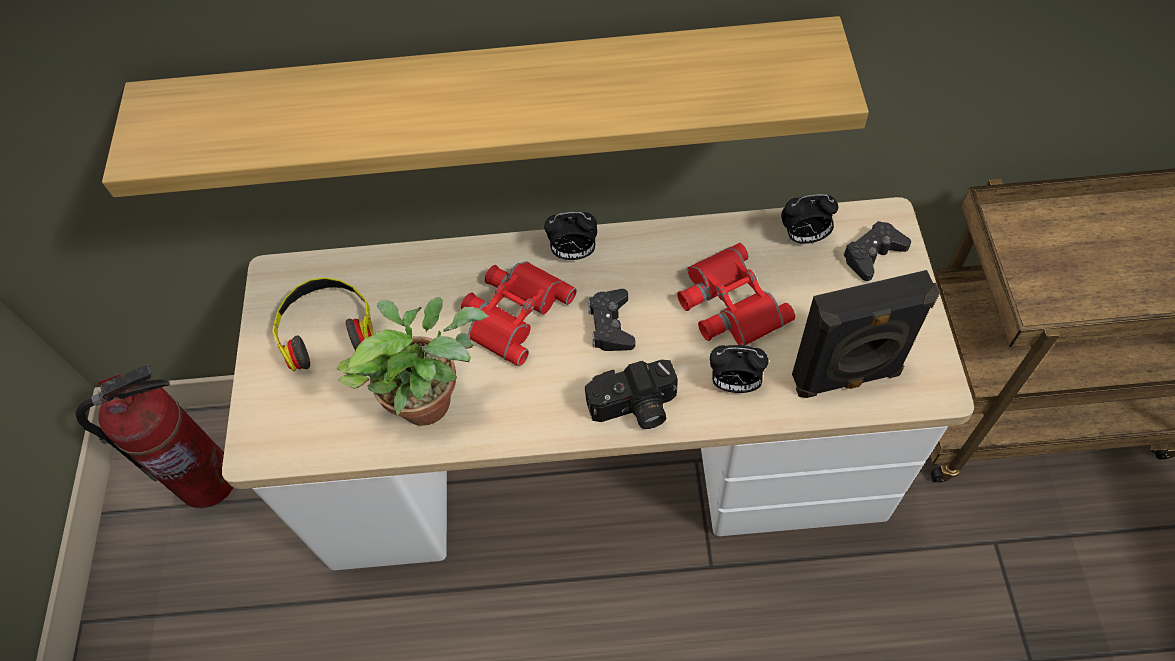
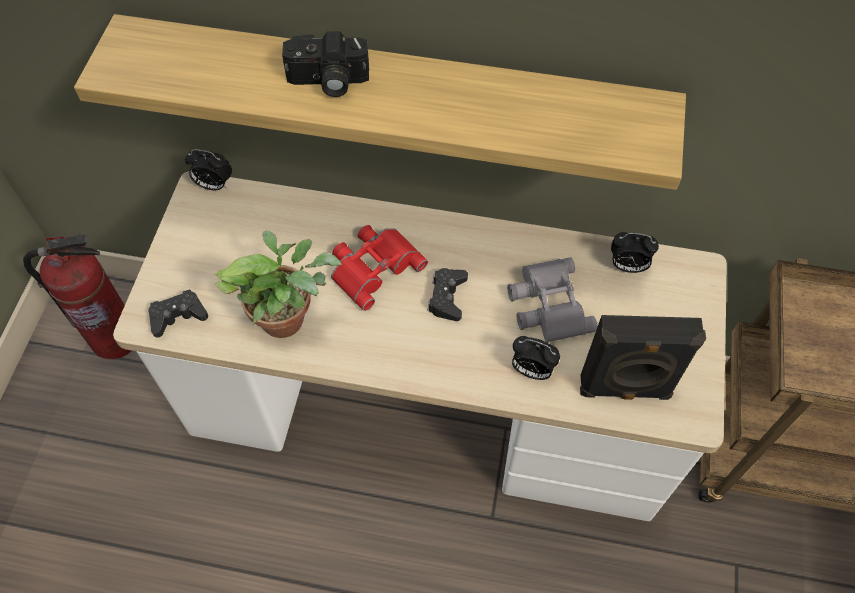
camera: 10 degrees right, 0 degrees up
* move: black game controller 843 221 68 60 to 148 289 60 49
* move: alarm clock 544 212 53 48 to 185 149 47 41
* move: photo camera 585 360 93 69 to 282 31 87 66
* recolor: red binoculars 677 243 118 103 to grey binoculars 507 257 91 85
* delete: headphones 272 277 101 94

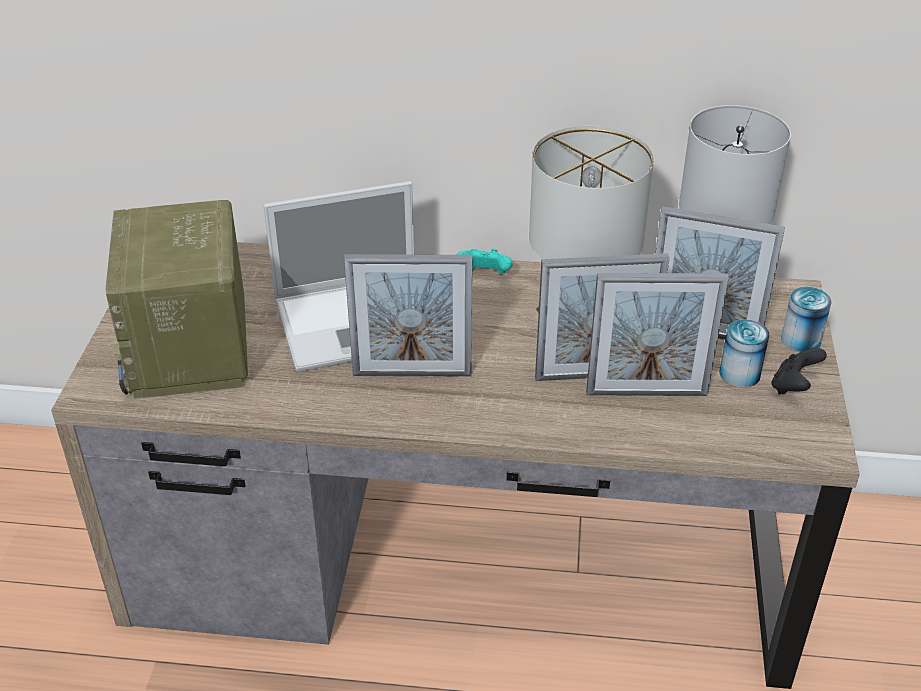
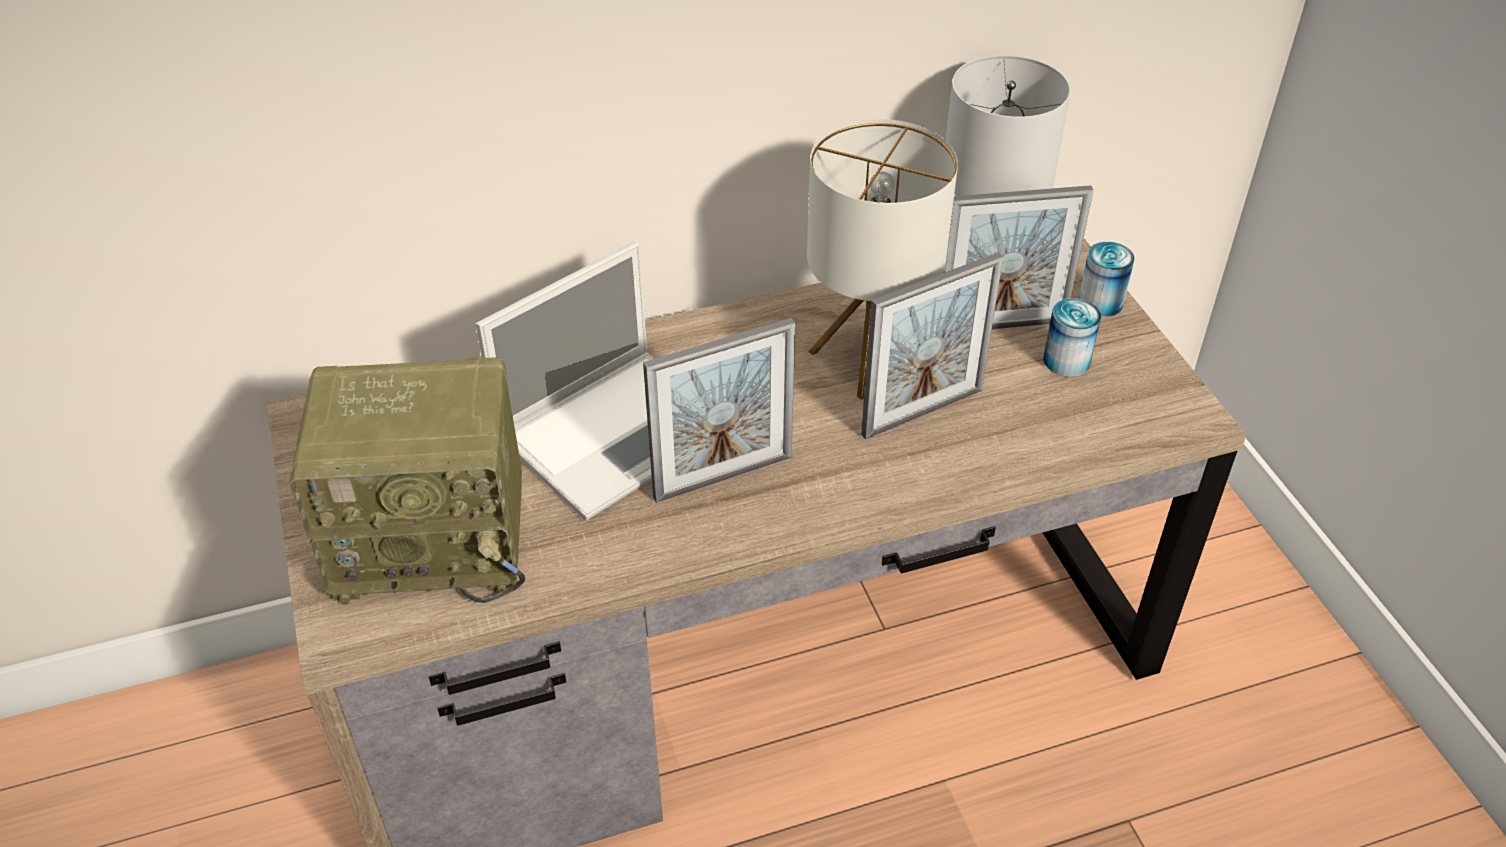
camera: 25 degrees left, 5 degrees up
* rotate: radio 105 200 143 199 = 289 357 236 247 60 degrees counterclockwise
* delete: turquoise game controller 456 249 57 25
* delete: picture frame 586 273 143 123
* delete: black game controller 771 348 56 46

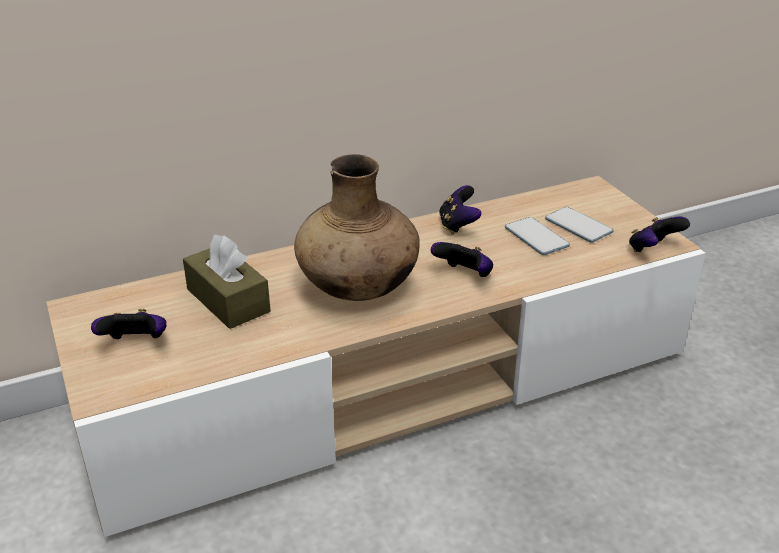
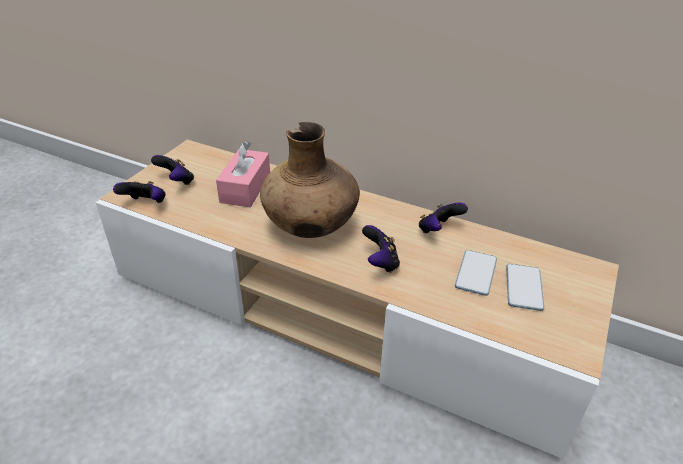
camera: 50 degrees right, 5 degrees up
* move: game controller 629 217 61 35 to 113 181 53 22
* recolor: brown tissue box 183 235 88 94 to pink tissue box 216 141 54 66

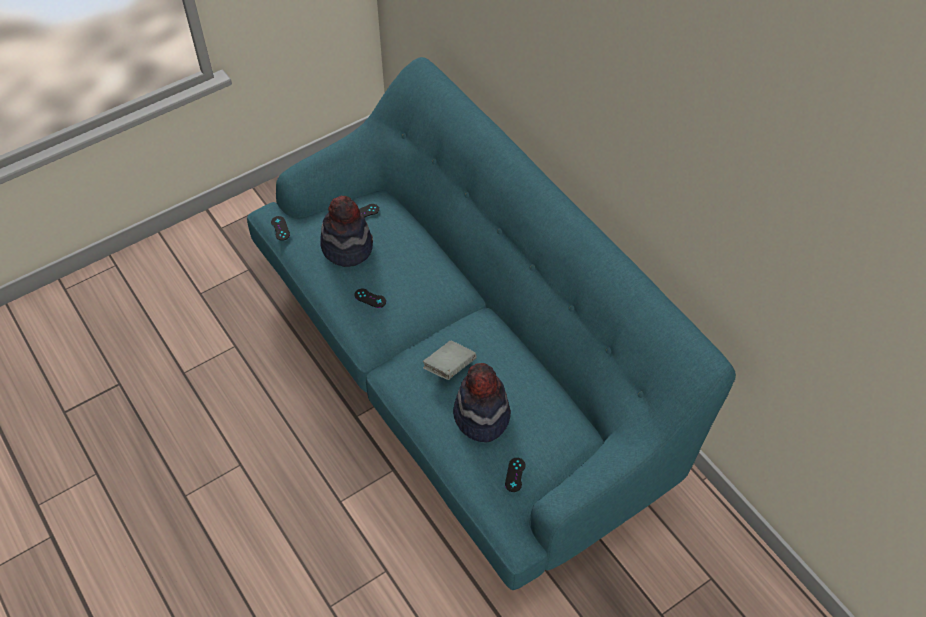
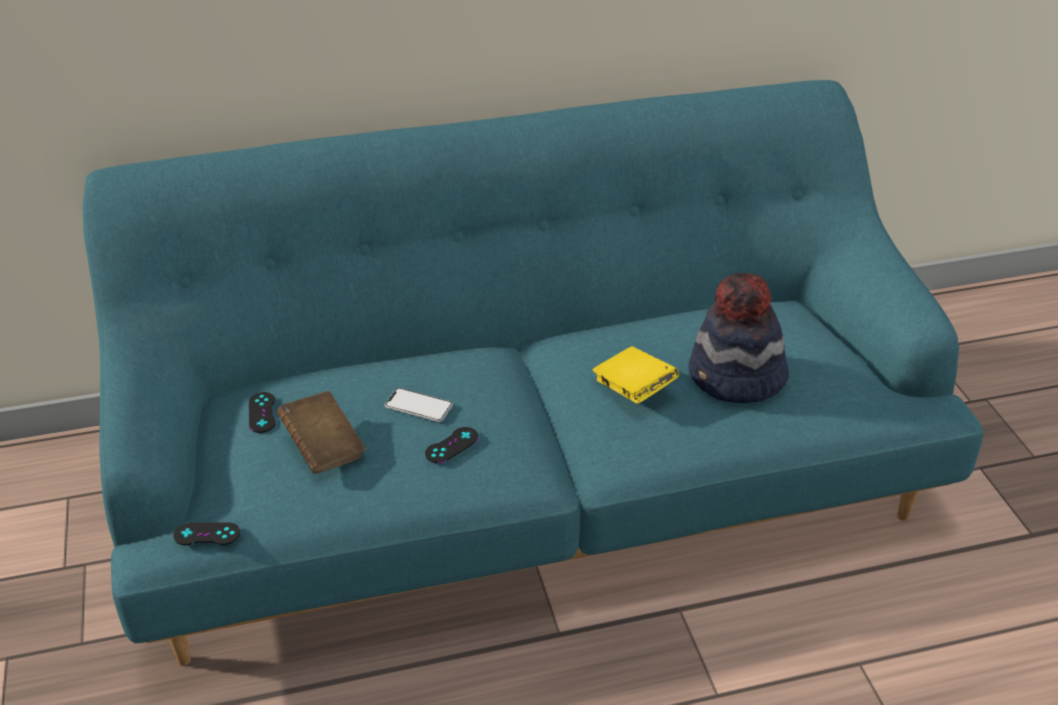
camera: 70 degrees left, 15 degrees down
* replace: hat 320 196 53 71 to brown book 277 391 89 83
* insert: phone 385 388 68 34
* recolor: grey book 423 341 54 39 to yellow book 592 347 87 57
* delete: black game controller 505 458 21 34

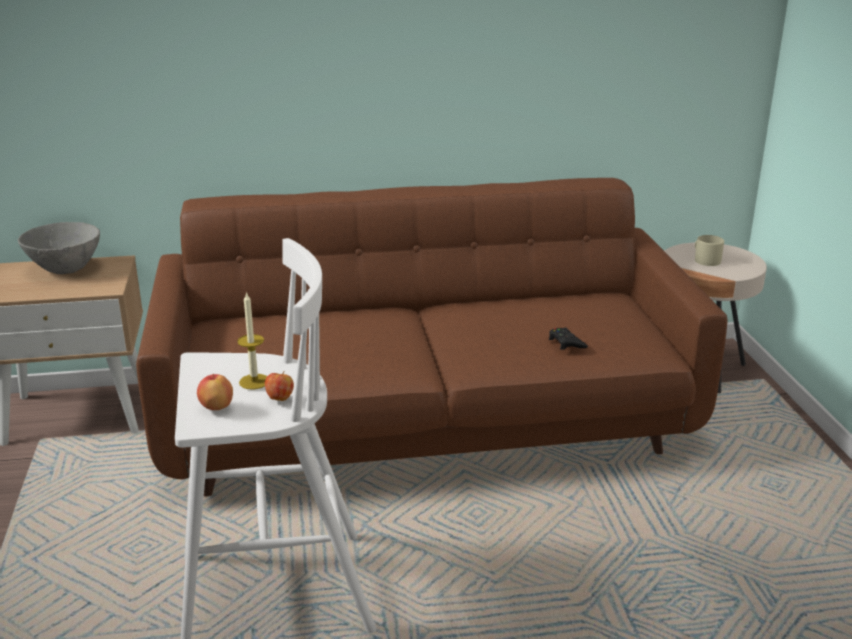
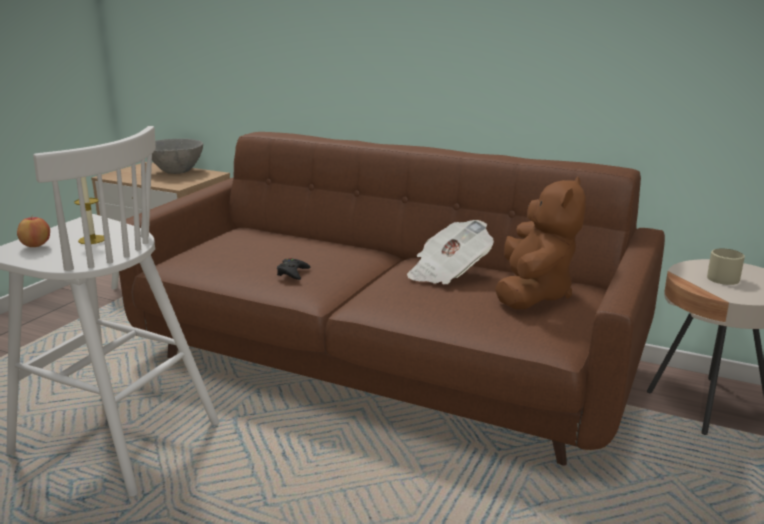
camera: 35 degrees right, 5 degrees down
* move: black game controller 549 328 39 22 to 277 258 33 22
* insert: newspaper 407 220 87 65
* insert: brown plush toy 495 176 91 133
* delete: apple 265 371 29 30

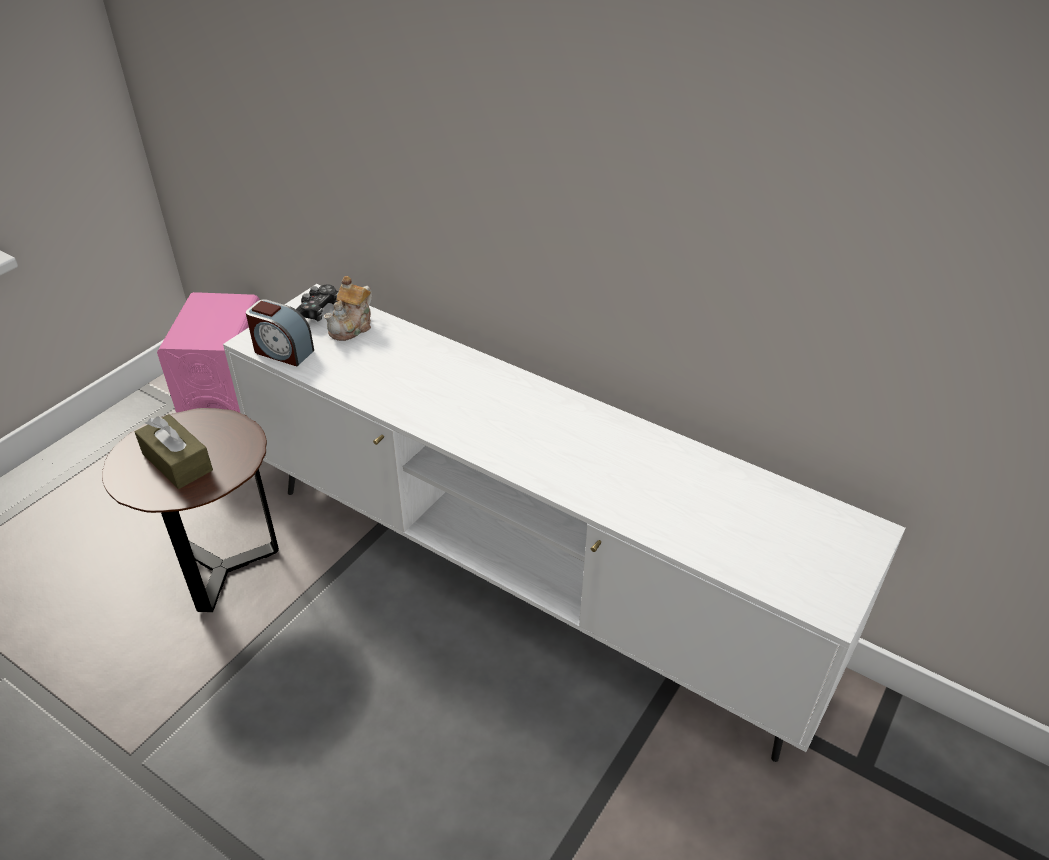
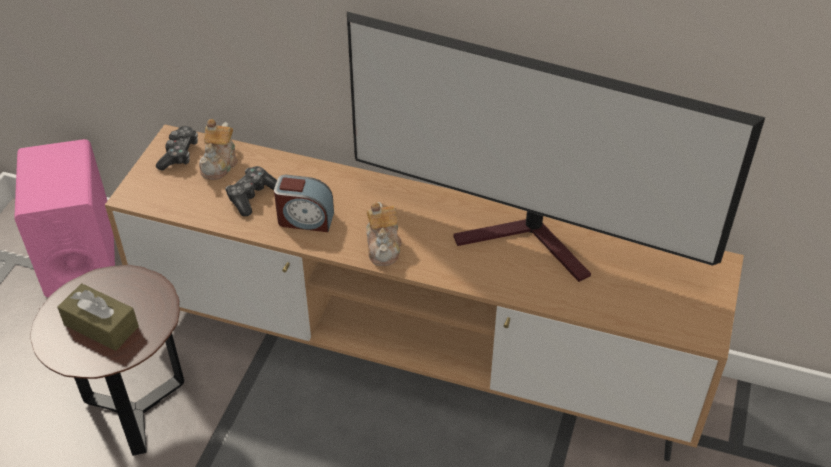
camera: 15 degrees left, 5 degrees up
* recolor: white tv stand 223 284 683 478 to brown tv stand 105 124 639 337
* insert: game controller 225 166 52 50
* move: alarm clock 246 299 68 67 to 274 175 60 57
* insert: television 347 12 418 270
* insert: teapot 366 202 36 64

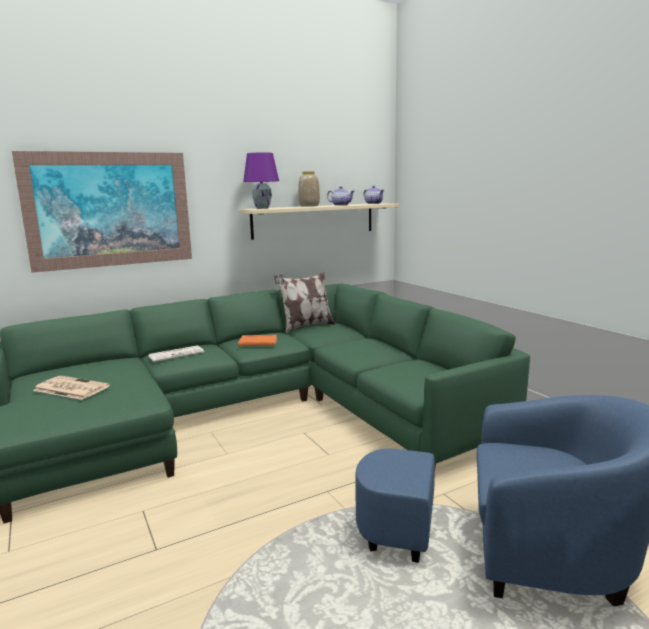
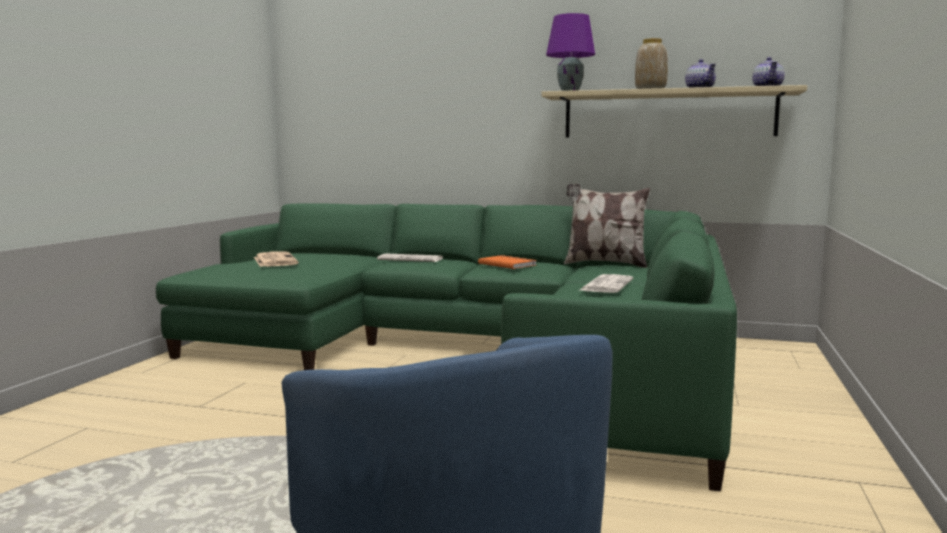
camera: 45 degrees right, 5 degrees down
* insert: newspaper 580 274 53 19
* delete: picture 12 151 180 122

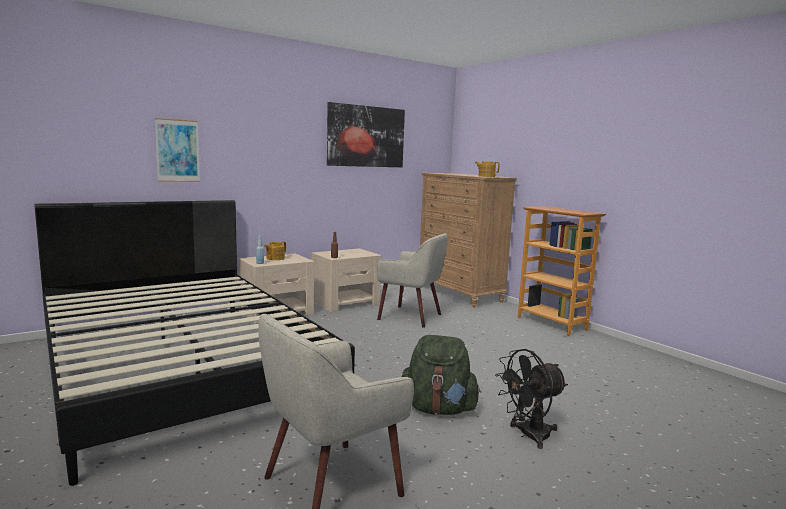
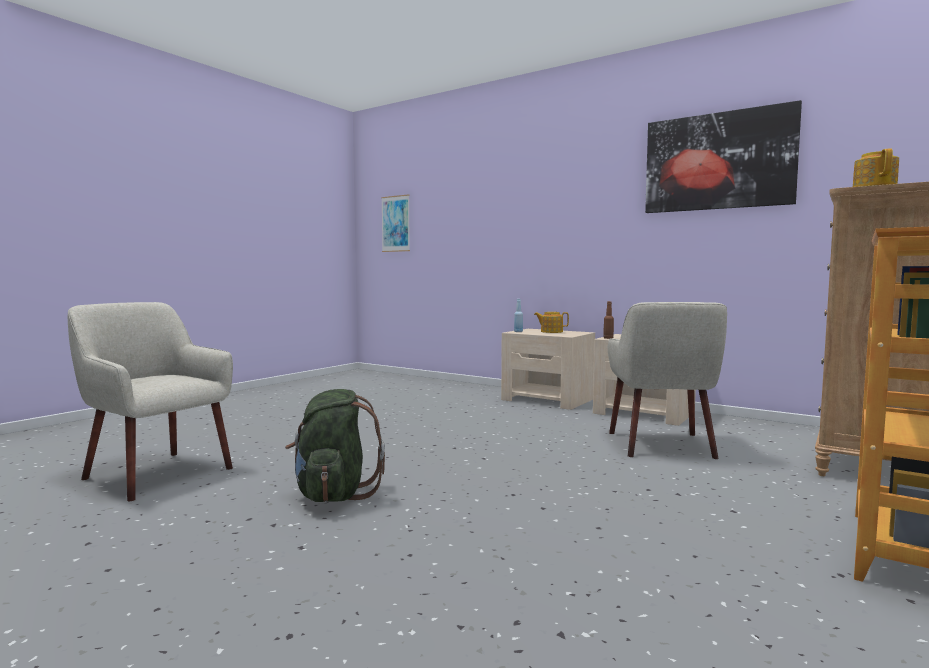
camera: 70 degrees right, 5 degrees down
* move: picture 155 118 45 64 to 381 194 29 58
* delete: black bed 34 200 321 286
* delete: black fan 495 349 73 100

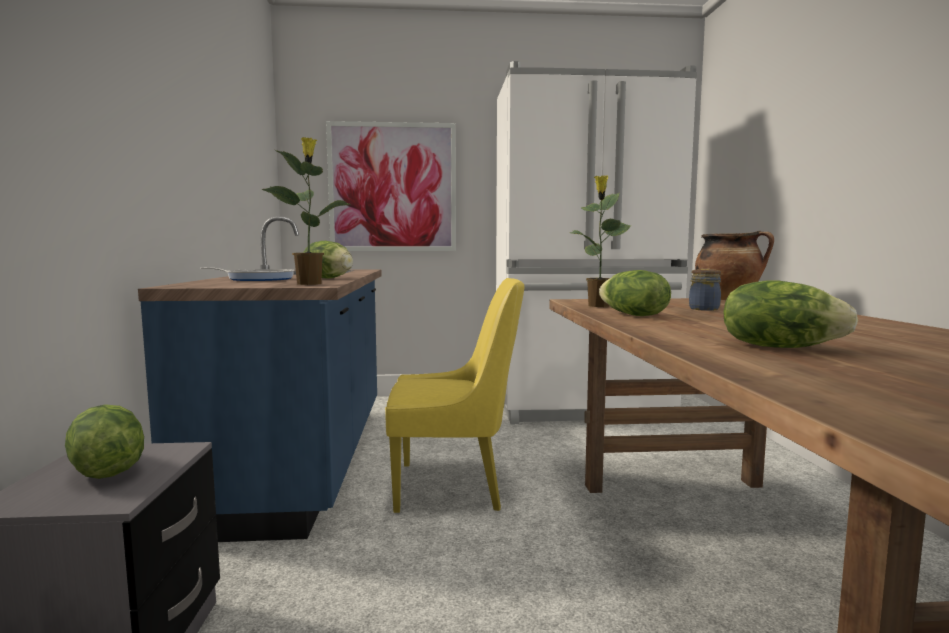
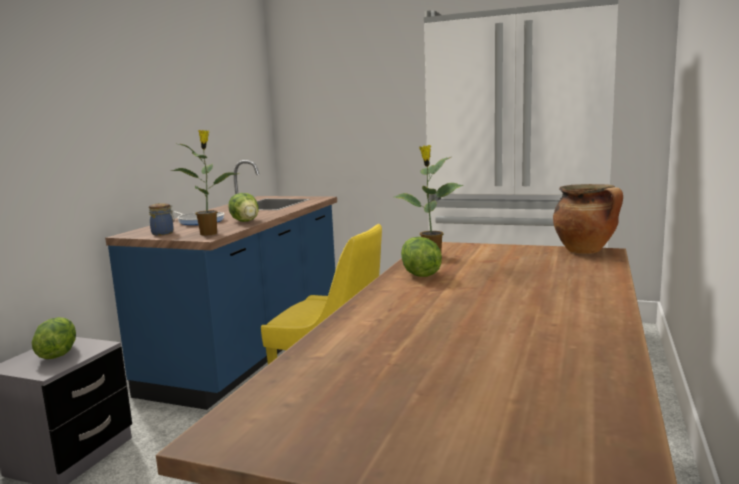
camera: 25 degrees right, 5 degrees up
* move: jar 689 269 32 42 to 149 203 26 32
* delete: picture 326 121 130 130
* delete: lettuce 723 280 135 68

